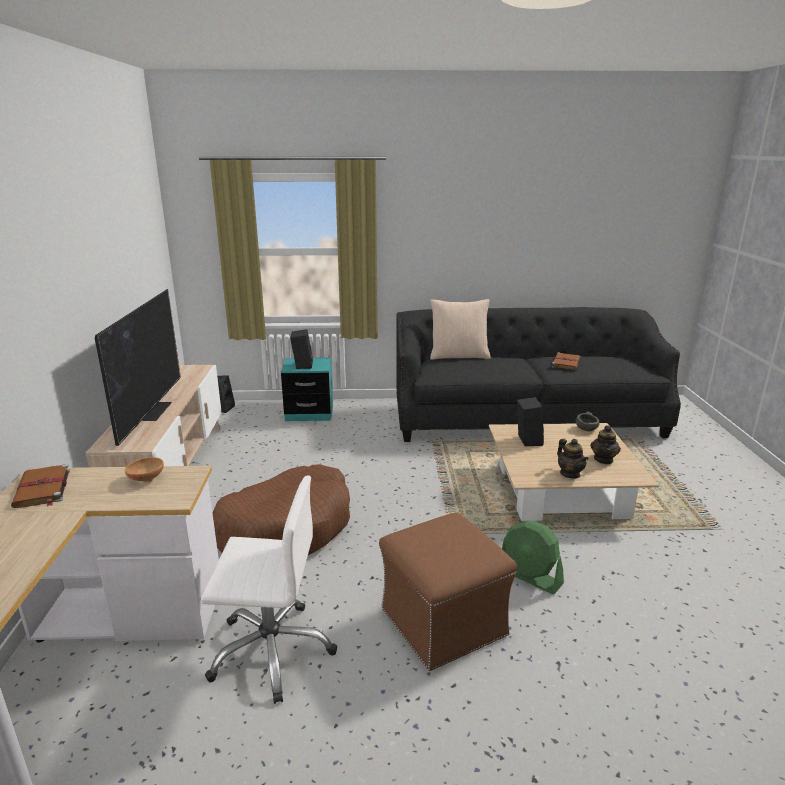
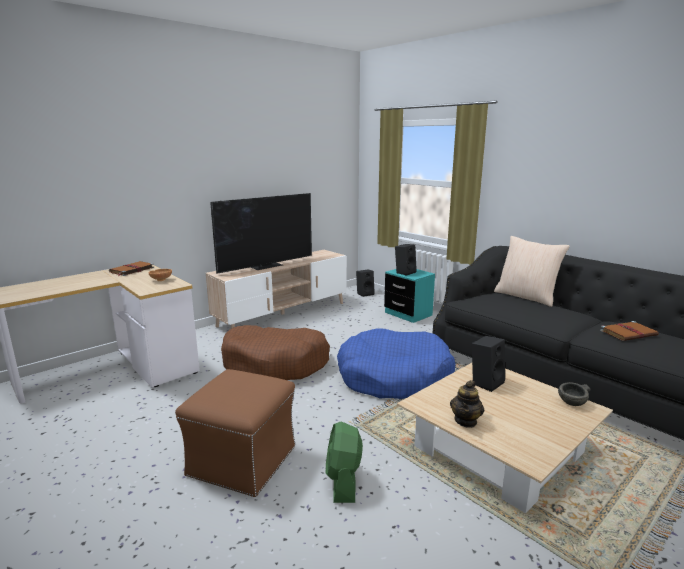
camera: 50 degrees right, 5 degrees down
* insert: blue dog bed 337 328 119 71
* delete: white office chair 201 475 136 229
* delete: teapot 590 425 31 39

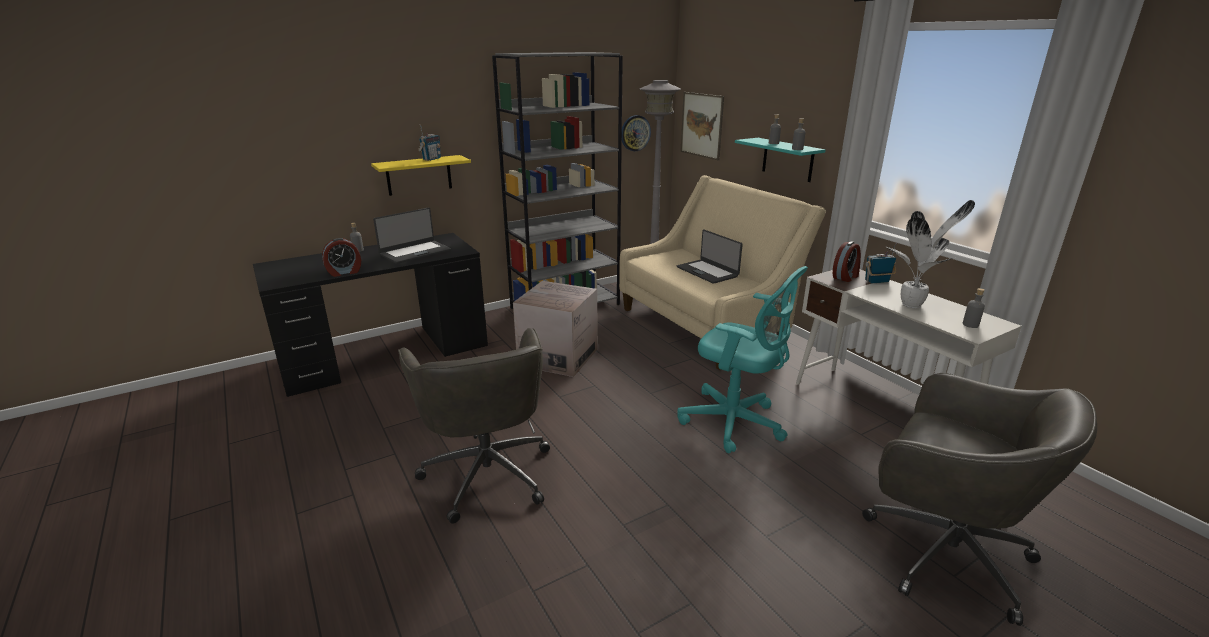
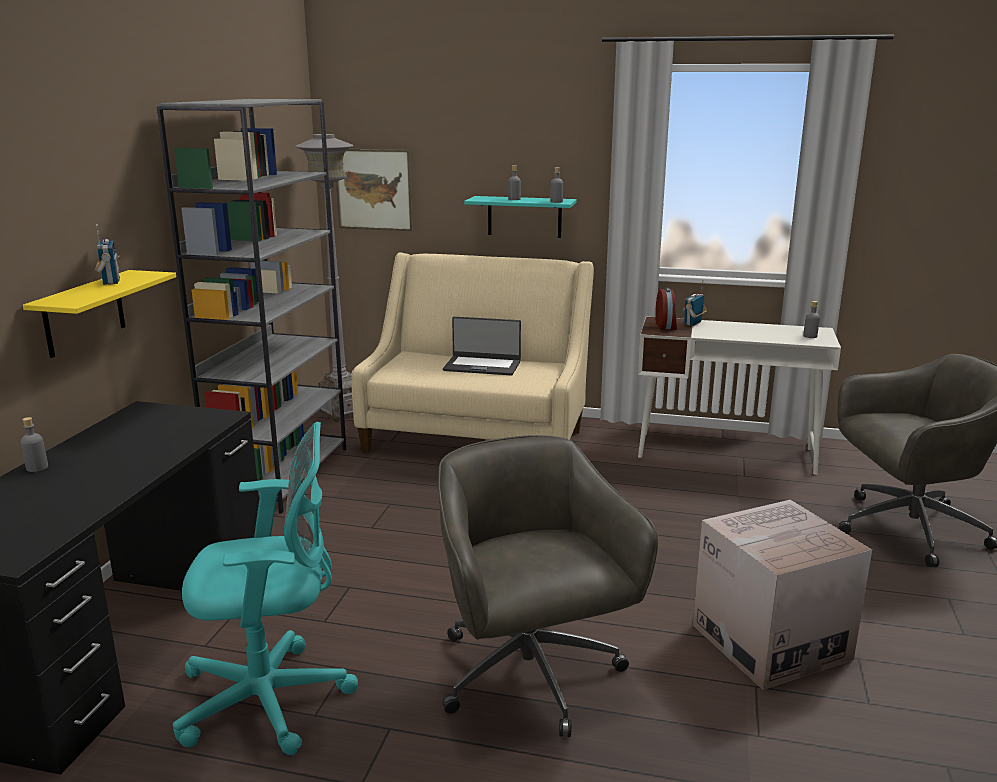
camera: 45 degrees left, 5 degrees down
* move: turquoise office chair 677 266 131 187 to 173 422 185 333
* rotate: grey office chair 398 328 152 196 = 438 435 220 302 135 degrees counterclockwise
* move: cardboard box 513 281 85 96 to 693 500 179 190
* delete: alarm clock 322 238 39 39
* delete: laptop 373 208 78 56
* delete: wall clock 622 115 29 36
* delete: potted plant 886 200 89 108

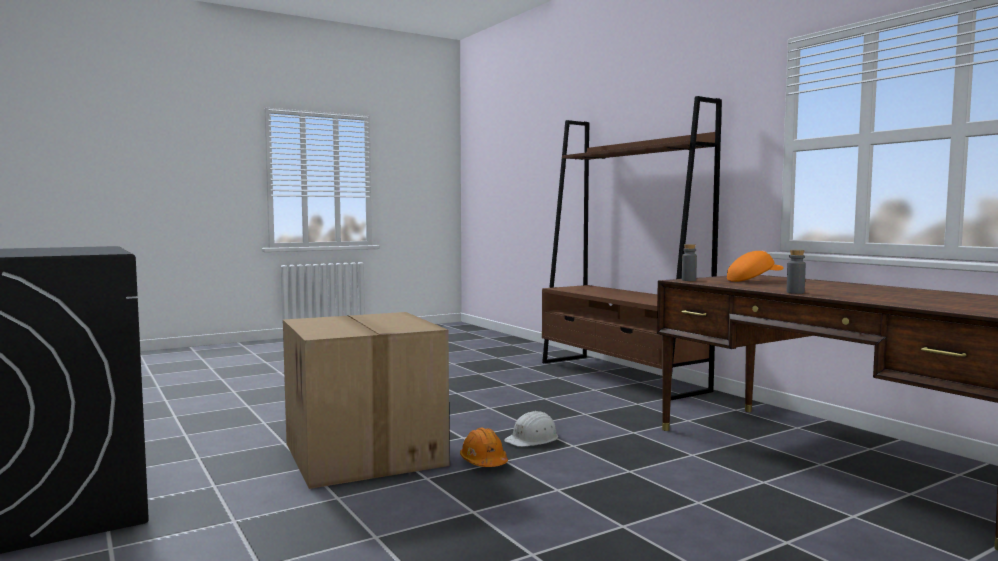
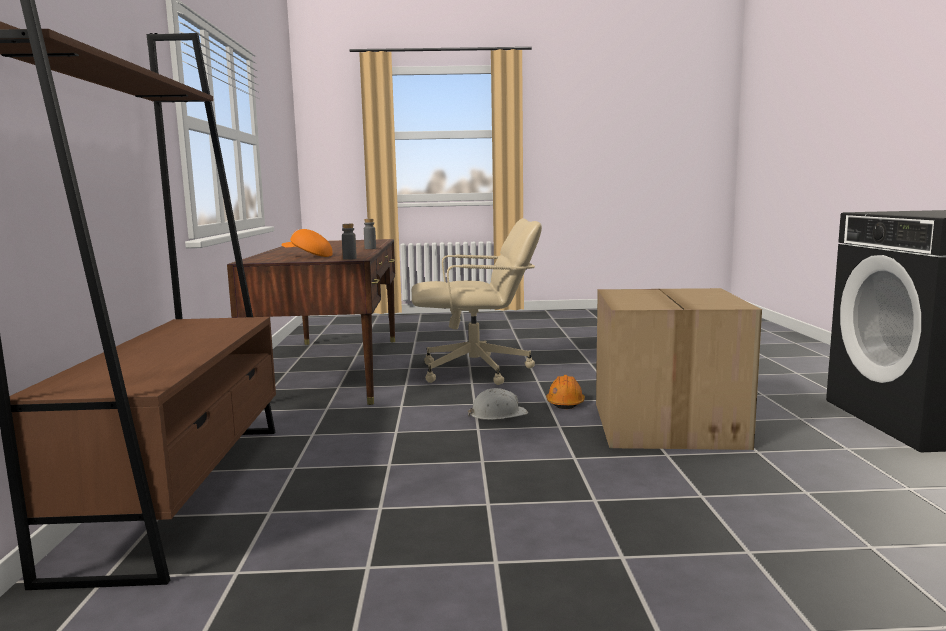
camera: 150 degrees left, 5 degrees up
* insert: beige office chair 411 218 131 167

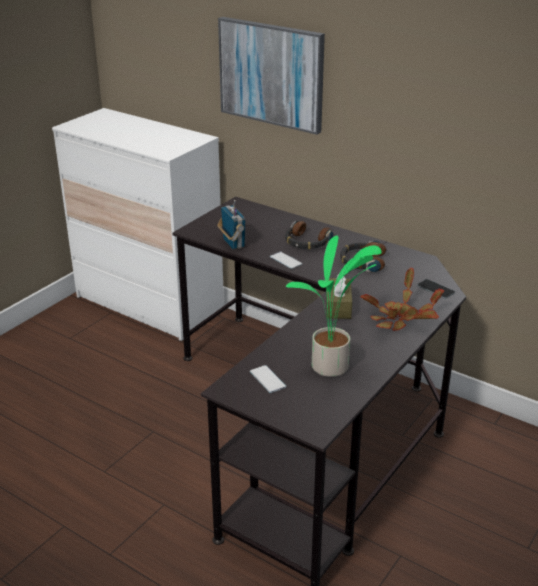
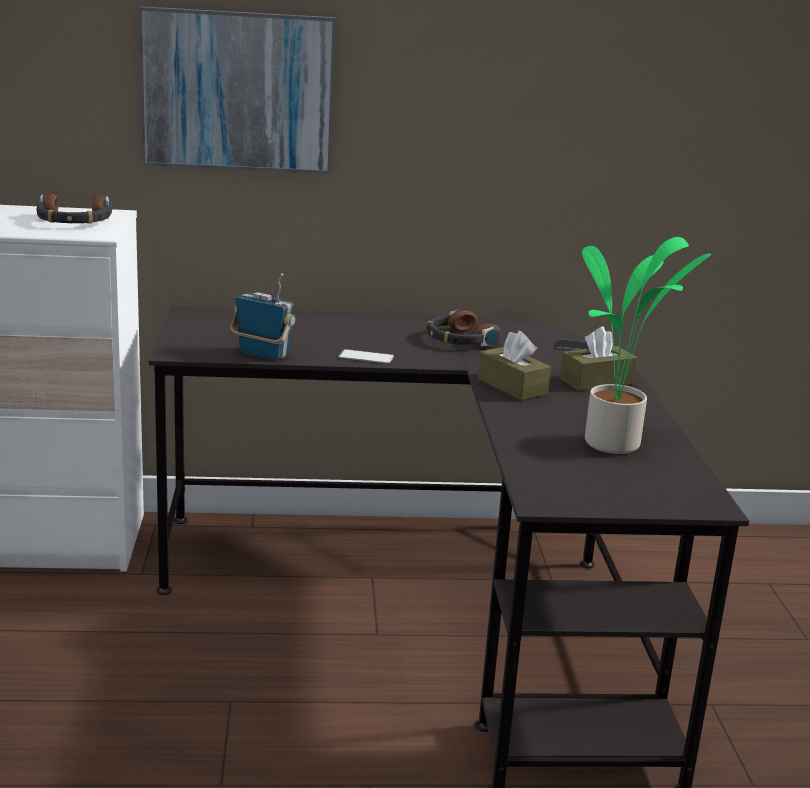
camera: 40 degrees left, 10 degrees down
* move: headphones 285 221 48 28 to 37 194 75 30
* replace: potted plant 360 268 84 63 to brown tissue box 560 327 77 64
* delete: phone 250 365 36 28

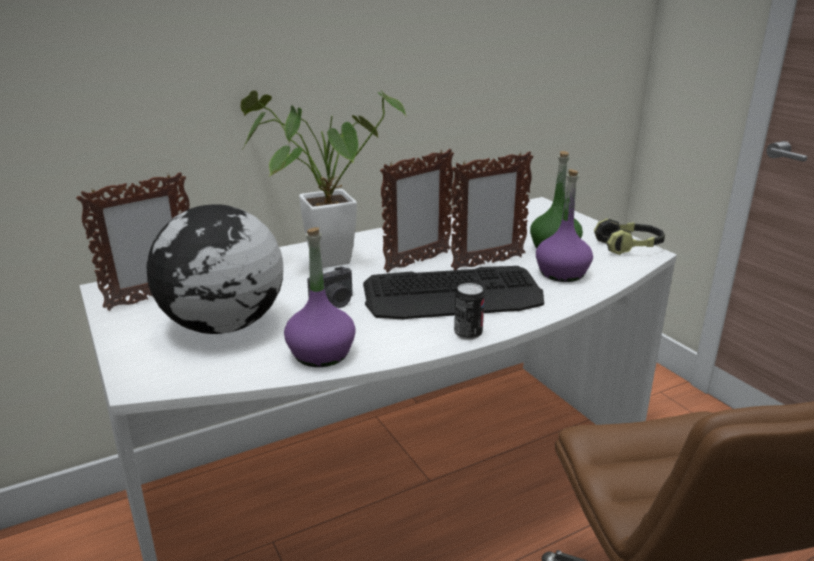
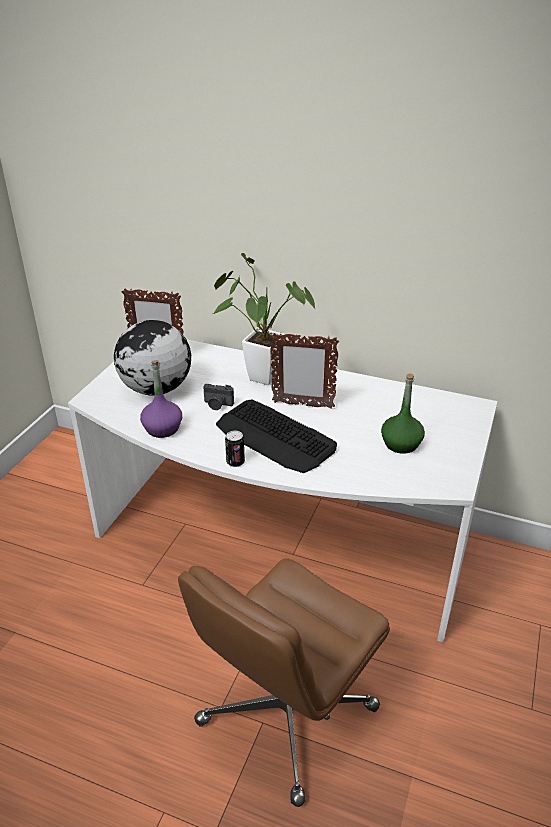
camera: 50 degrees right, 10 degrees up
* delete: picture frame 451 151 82 119
* delete: purple bottle 536 169 57 113
* delete: headphones 594 218 71 37

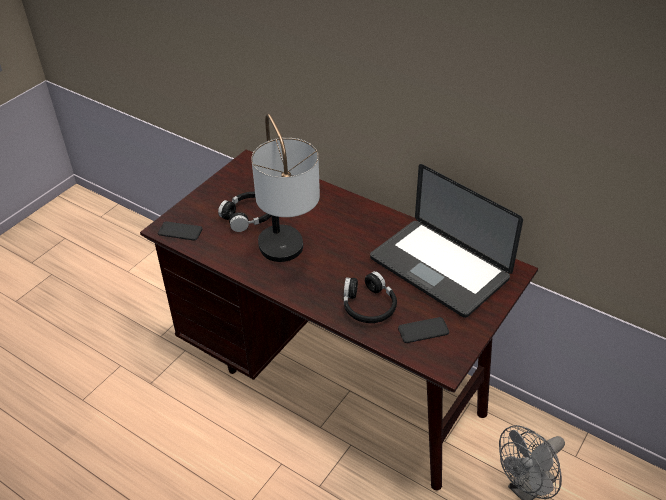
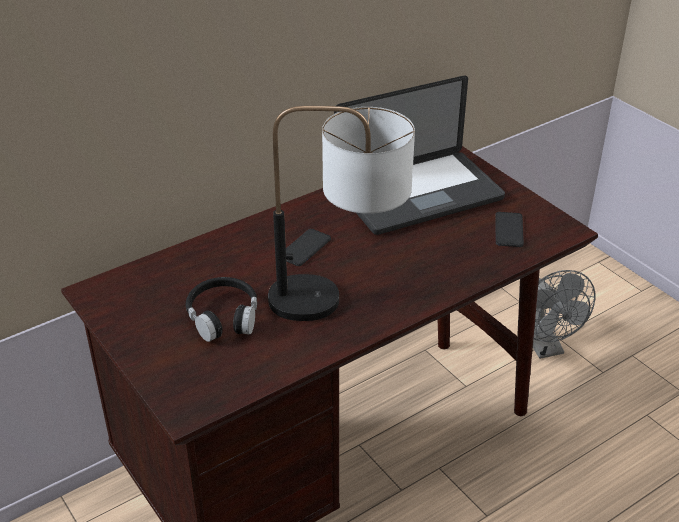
camera: 70 degrees left, 5 degrees down
* move: phone 158 221 44 20 to 286 229 45 37
* delete: black headphones 344 271 53 52

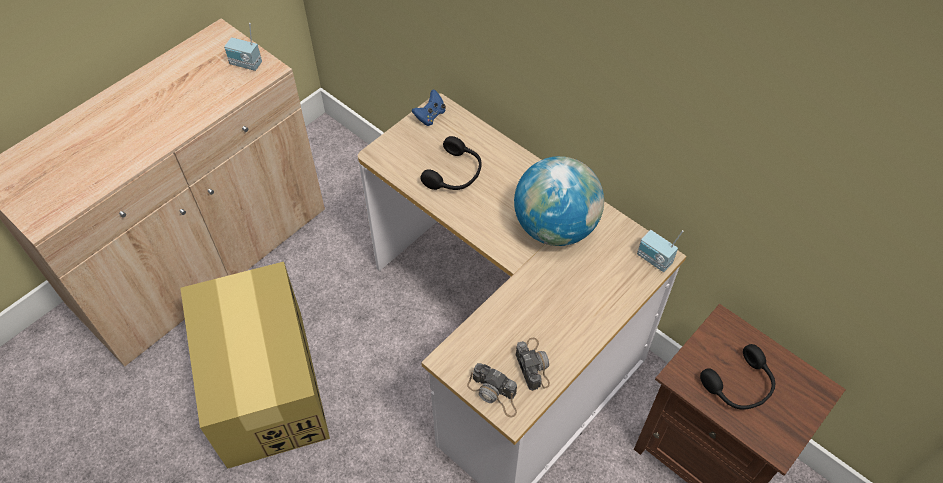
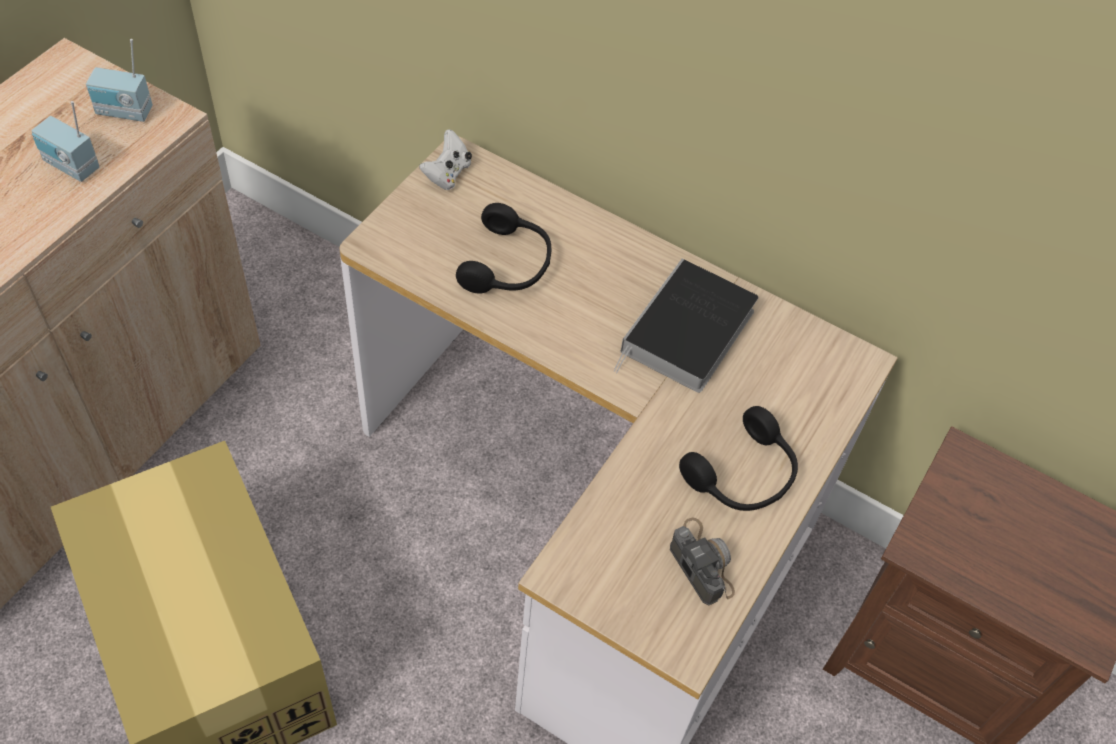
camera: 15 degrees left, 0 degrees up
* move: radio 637 230 47 42 to 31 101 69 81
* recolor: blue game controller 412 89 34 37 to white game controller 419 129 53 61
* replace: globe 514 156 90 90 to book 614 259 144 134
* move: black headphones 700 344 75 66 to 679 406 119 105
* delete: photo camera 467 363 50 55

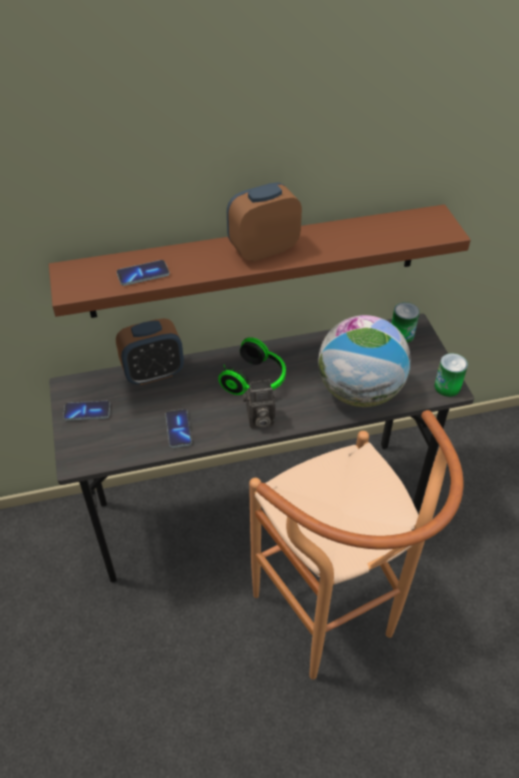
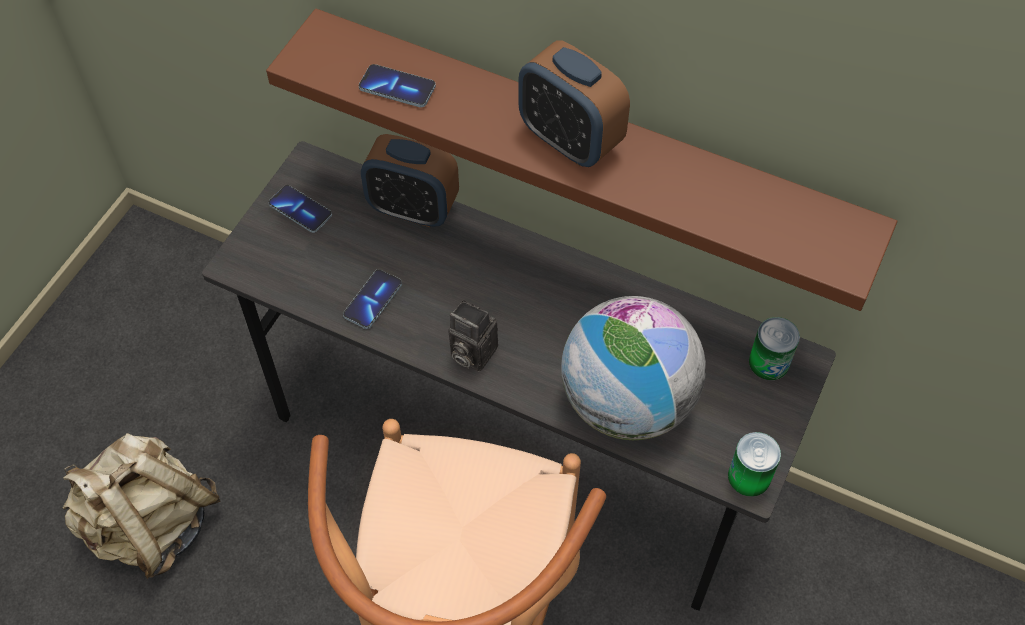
camera: 40 degrees right, 10 degrees up
* insert: beige backpack 63 433 157 146
* rotate: alarm clock 227 182 75 80 = 518 40 112 127 150 degrees counterclockwise
* delete: headphones 218 337 68 58

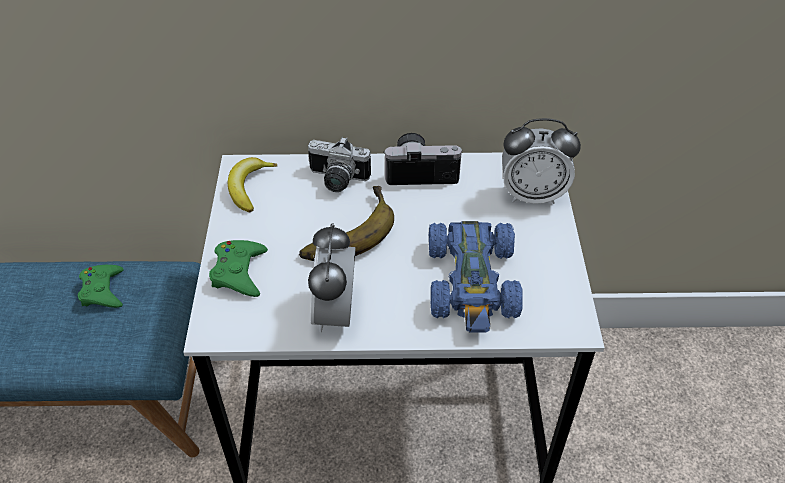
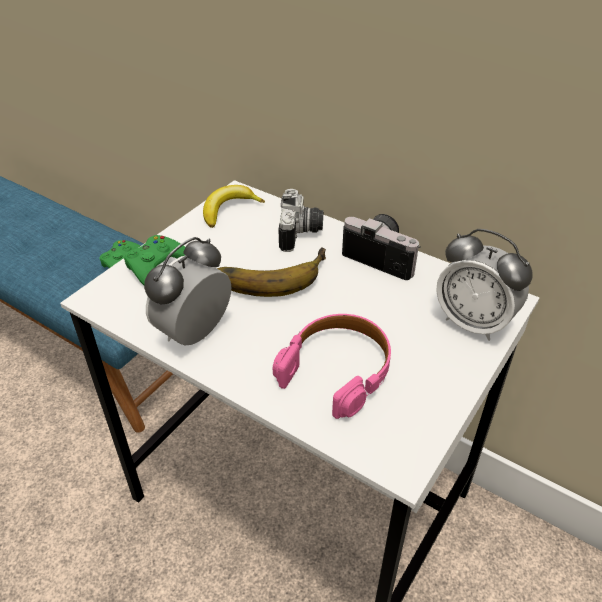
camera: 35 degrees right, 5 degrees down
* replace: blue toy car 429 221 94 112 to pink headphones 272 314 119 105
* rotate: photo camera 308 137 63 55 = 278 189 45 63 135 degrees counterclockwise

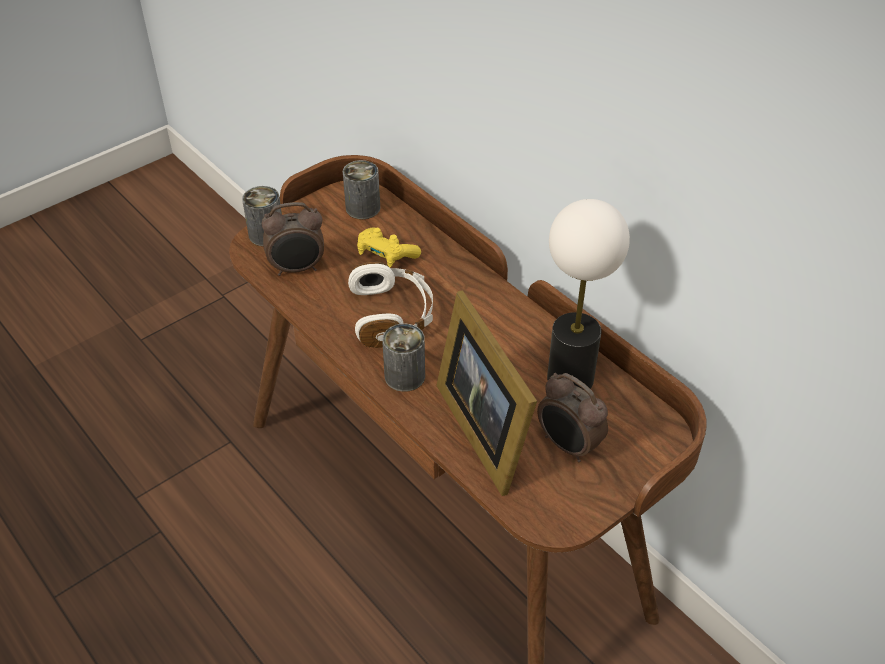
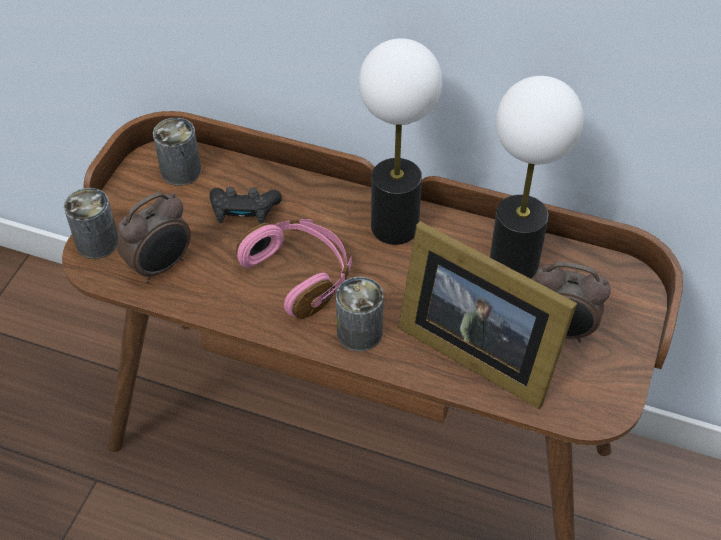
camera: 30 degrees left, 5 degrees up
* recolor: yellow game controller 357 227 64 40 to black game controller 209 187 73 37
* recolor: white headphones 348 262 85 86 to pink headphones 236 219 116 100
* insert: table lamp 359 38 83 207

